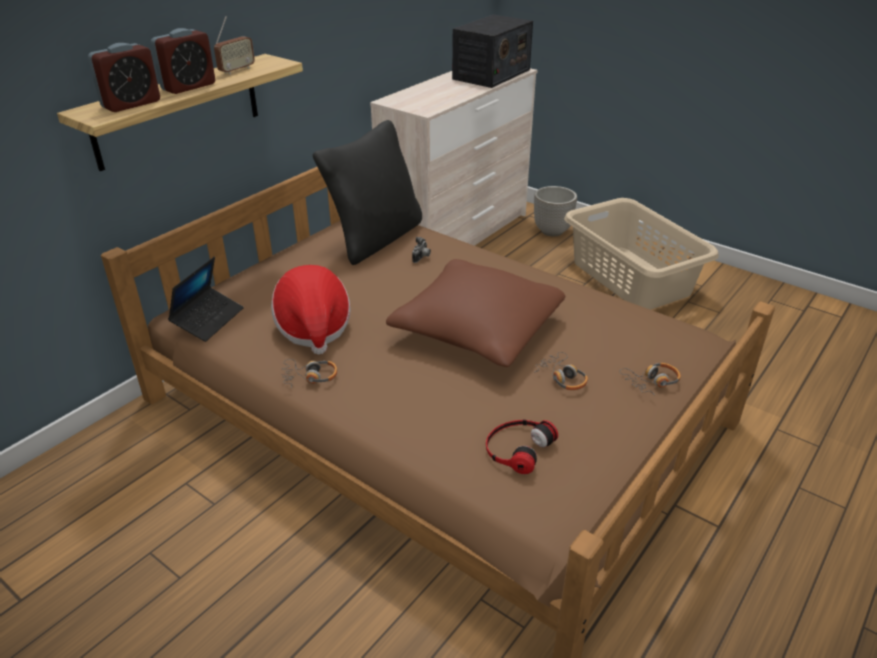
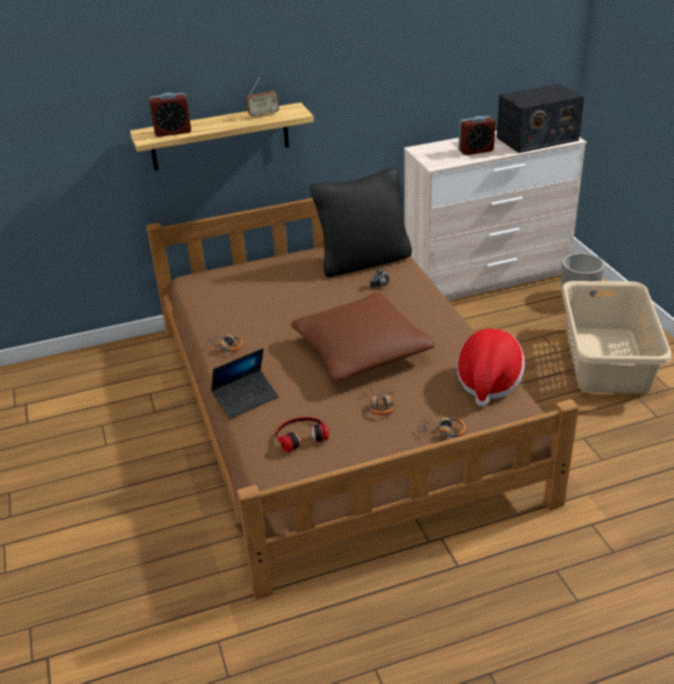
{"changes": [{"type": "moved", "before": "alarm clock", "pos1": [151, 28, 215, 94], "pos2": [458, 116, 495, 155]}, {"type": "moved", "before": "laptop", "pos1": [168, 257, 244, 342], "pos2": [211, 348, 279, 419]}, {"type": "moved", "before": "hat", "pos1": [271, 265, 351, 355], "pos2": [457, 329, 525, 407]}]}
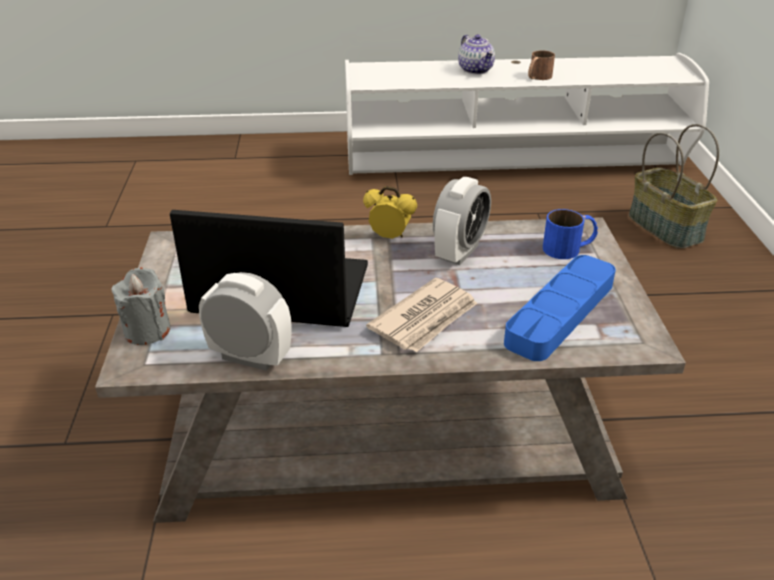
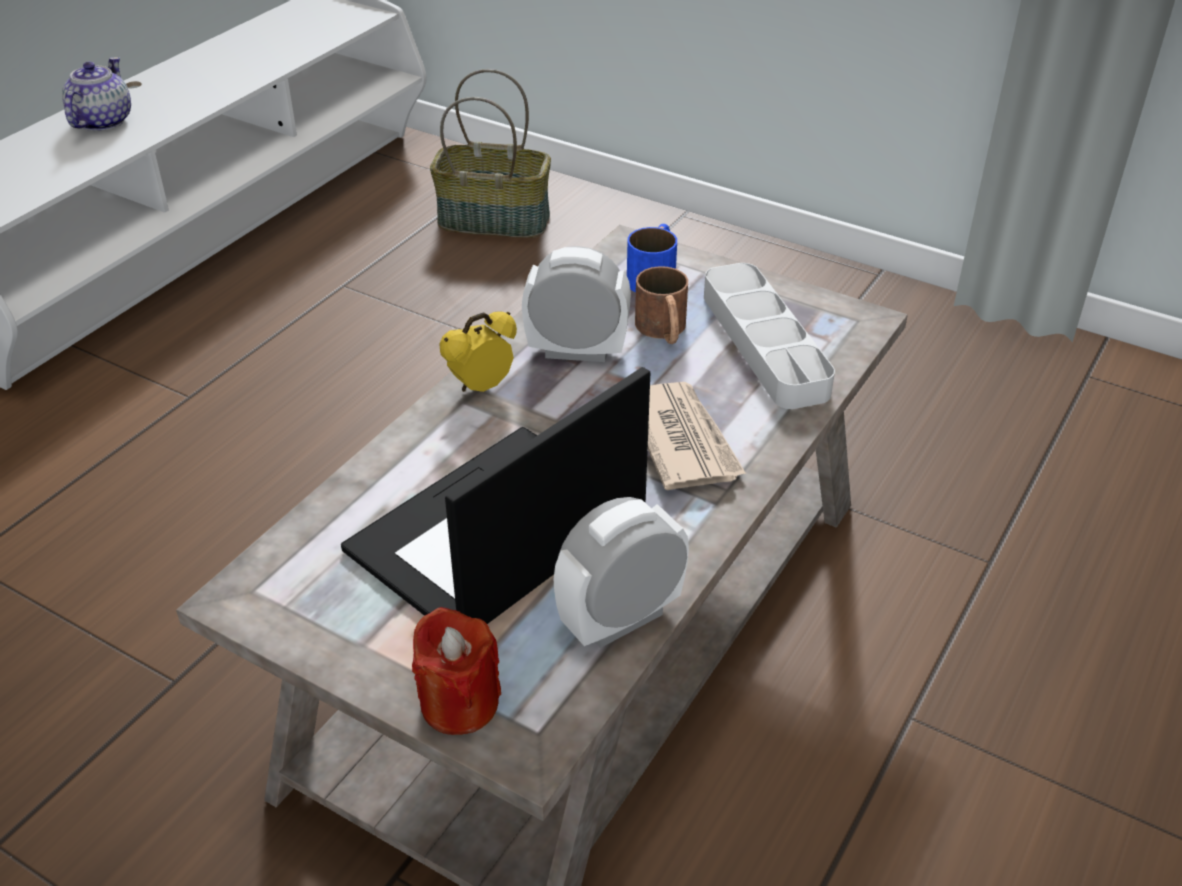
{"changes": [{"type": "moved", "before": "mug (brown)", "pos1": [528, 50, 555, 80], "pos2": [635, 266, 688, 344]}, {"type": "recoloured", "before": "candle (grey)", "after": "candle (red)", "pos1": [111, 267, 171, 345], "pos2": [412, 607, 501, 735]}, {"type": "recoloured", "before": "tray (blue)", "after": "tray (grey)", "pos1": [504, 255, 616, 361], "pos2": [704, 263, 835, 409]}, {"type": "turned", "before": "alarm clock", "pos1": [433, 177, 491, 265], "pos2": [522, 246, 631, 362], "turn": -60}, {"type": "turned", "before": "teapot", "pos1": [458, 34, 495, 74], "pos2": [62, 57, 131, 131], "turn": -90}]}
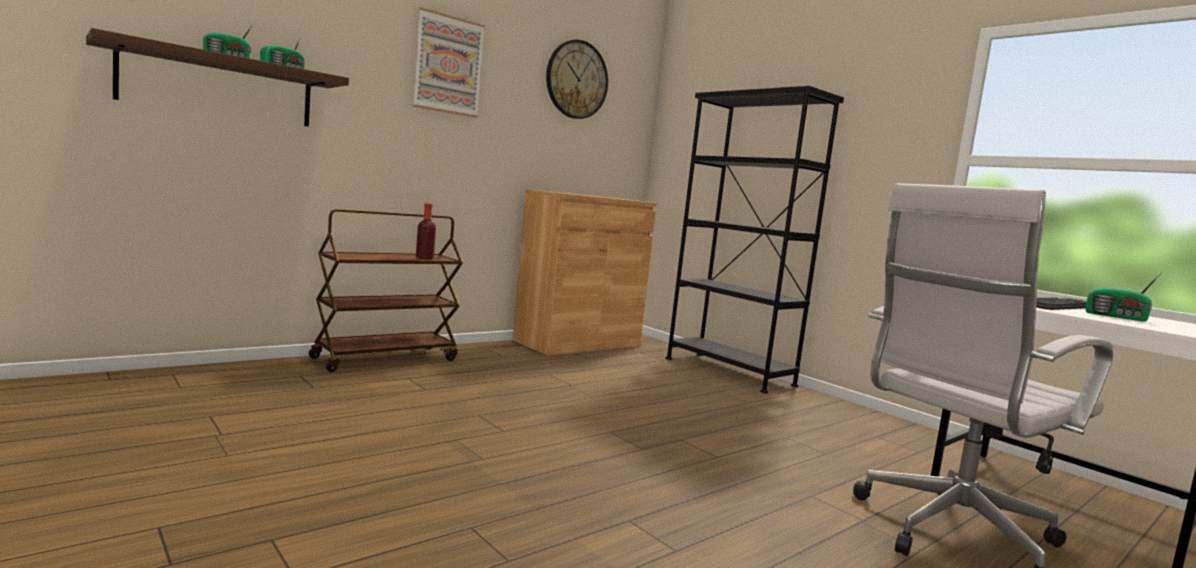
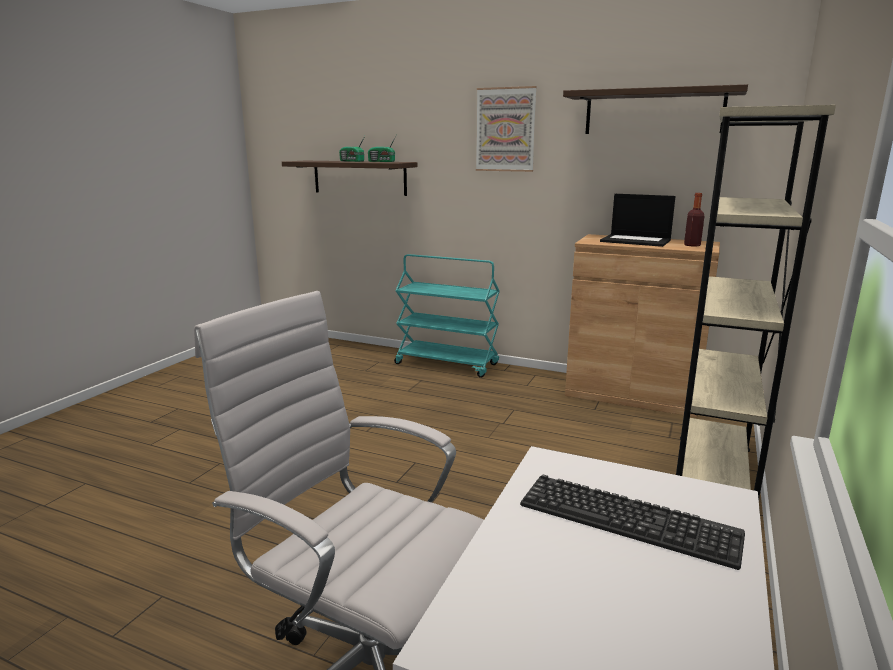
{"changes": [{"type": "removed", "before": "radio", "pos1": [1085, 271, 1163, 322]}, {"type": "added", "after": "laptop", "pos2": [600, 194, 676, 247]}, {"type": "moved", "before": "bottle", "pos1": [416, 203, 436, 260], "pos2": [684, 193, 704, 247]}, {"type": "replaced", "before": "wall clock", "after": "shelf", "pos1": [546, 40, 608, 119], "pos2": [563, 84, 748, 134]}, {"type": "recoloured", "before": "cart (brown)", "after": "cart (turquoise)", "pos1": [309, 209, 463, 372], "pos2": [394, 254, 500, 378]}, {"type": "recoloured", "before": "bookcase (black)", "after": "bookcase (beige)", "pos1": [666, 86, 844, 393], "pos2": [676, 105, 836, 499]}]}
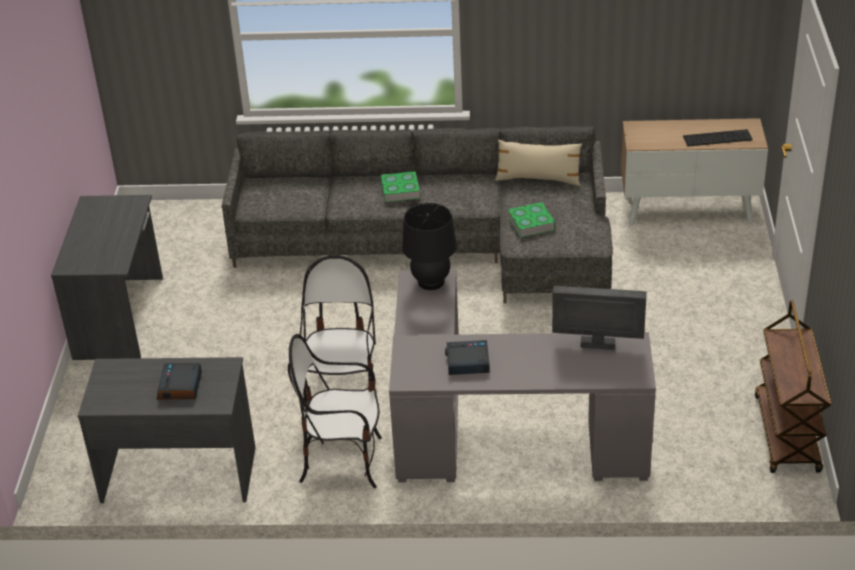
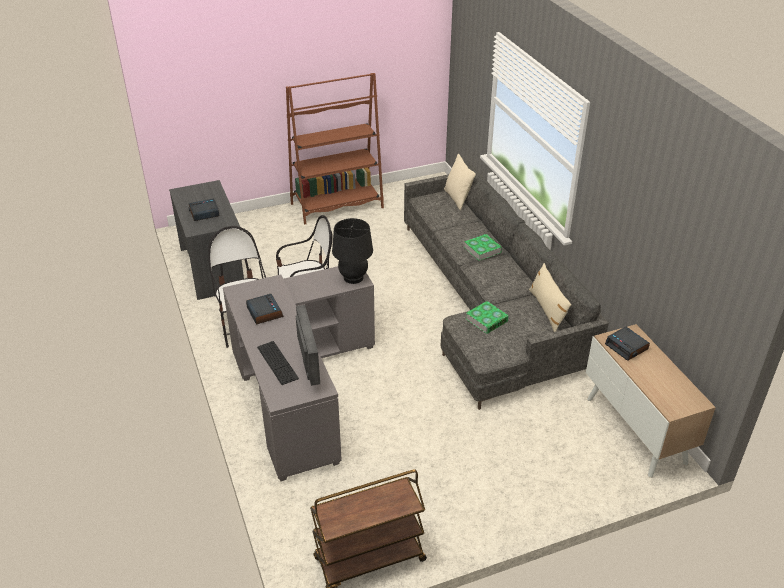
{"changes": [{"type": "added", "after": "pillow (beige)", "pos2": [444, 154, 476, 210]}, {"type": "added", "after": "alarm clock", "pos2": [605, 327, 650, 361]}, {"type": "moved", "before": "keyboard", "pos1": [683, 129, 753, 147], "pos2": [257, 341, 299, 385]}, {"type": "replaced", "before": "desk (grey)", "after": "bookcase (brown)", "pos1": [51, 195, 163, 360], "pos2": [286, 73, 384, 224]}]}
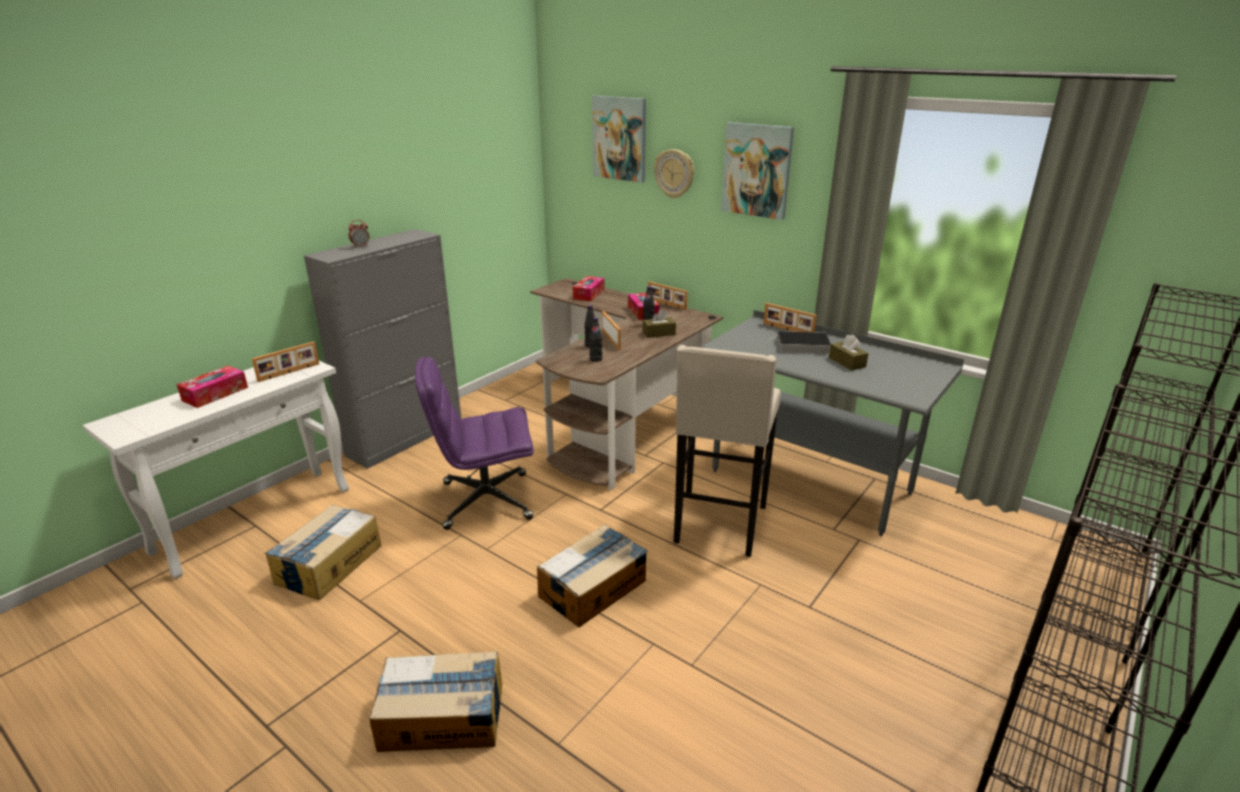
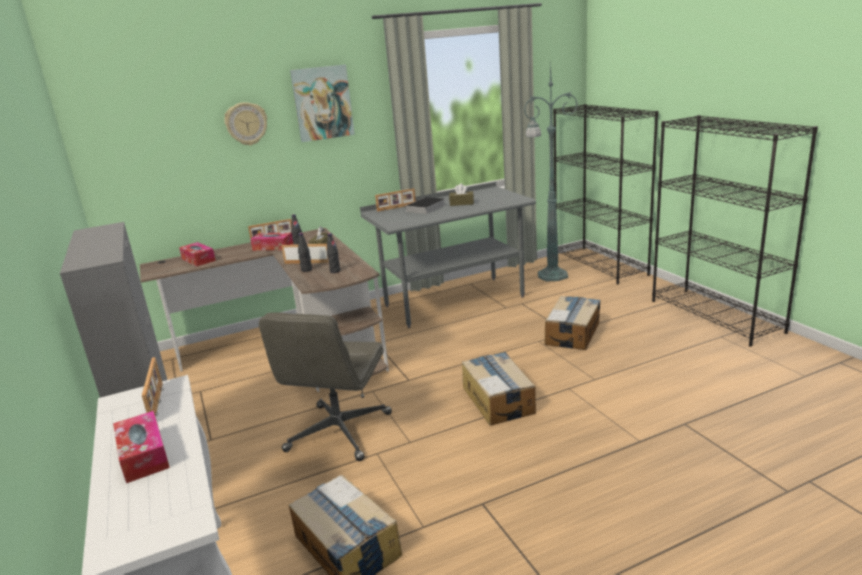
{"changes": [{"type": "removed", "before": "alarm clock", "pos1": [348, 220, 369, 248]}, {"type": "removed", "before": "picture", "pos1": [592, 95, 646, 183]}, {"type": "removed", "before": "stool (beige)", "pos1": [674, 345, 781, 557]}, {"type": "added", "after": "floor lamp (green)", "pos2": [524, 59, 578, 281]}, {"type": "moved", "before": "cardboard box", "pos1": [369, 651, 502, 752], "pos2": [545, 296, 600, 350]}, {"type": "recoloured", "before": "office chair (purple)", "after": "office chair (grey)", "pos1": [415, 357, 534, 530], "pos2": [259, 312, 392, 461]}]}
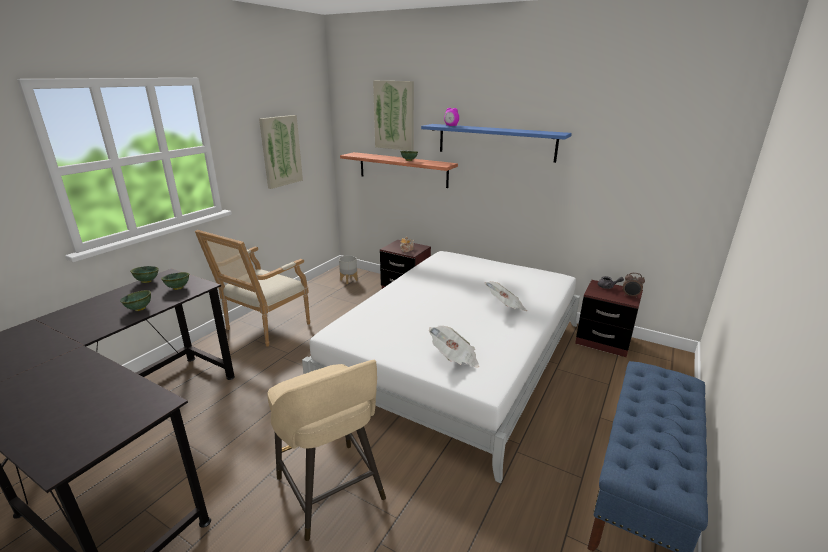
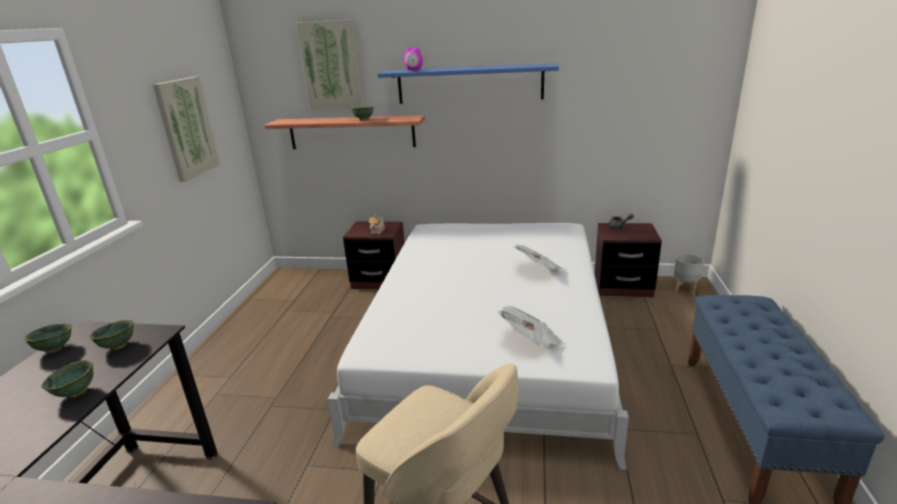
{"changes": [{"type": "removed", "before": "armchair", "pos1": [195, 230, 310, 347]}, {"type": "removed", "before": "alarm clock", "pos1": [623, 272, 645, 298]}, {"type": "moved", "before": "planter (grey)", "pos1": [339, 255, 358, 284], "pos2": [674, 253, 704, 295]}]}
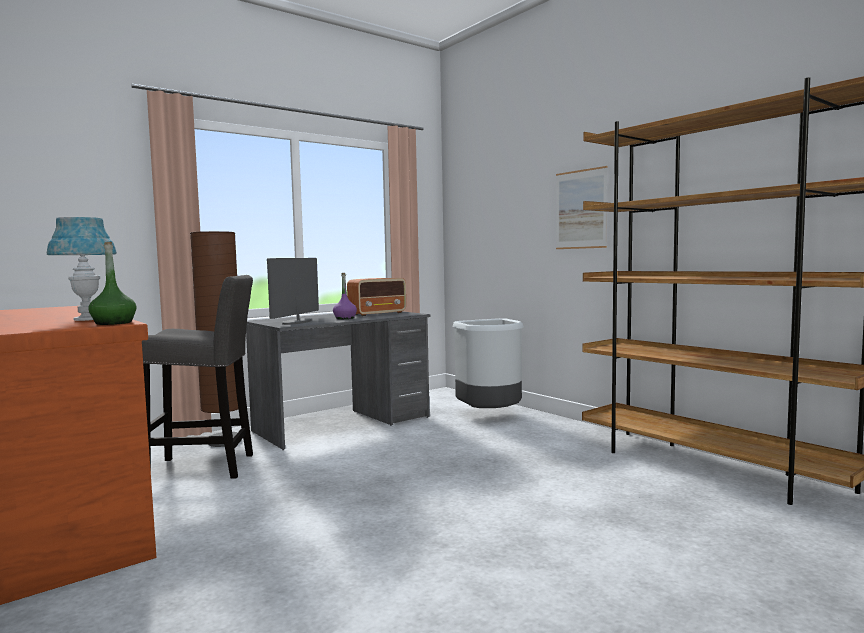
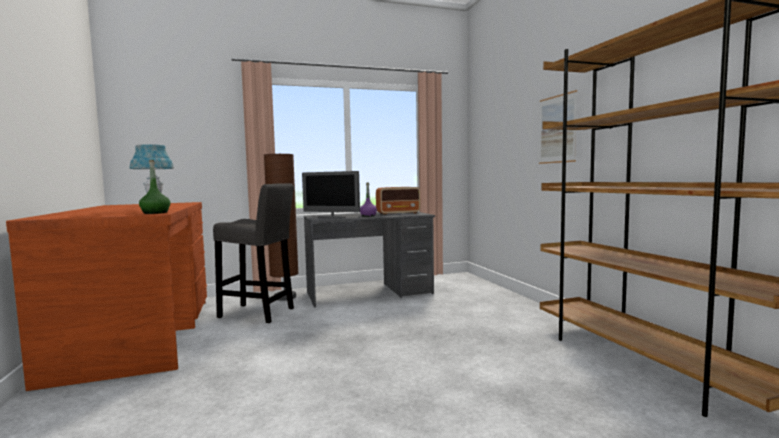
{"changes": [{"type": "removed", "before": "trash can (grey)", "pos1": [452, 318, 524, 408]}, {"type": "turned", "before": "monitor", "pos1": [267, 258, 319, 325], "pos2": [302, 171, 360, 218], "turn": -105}]}
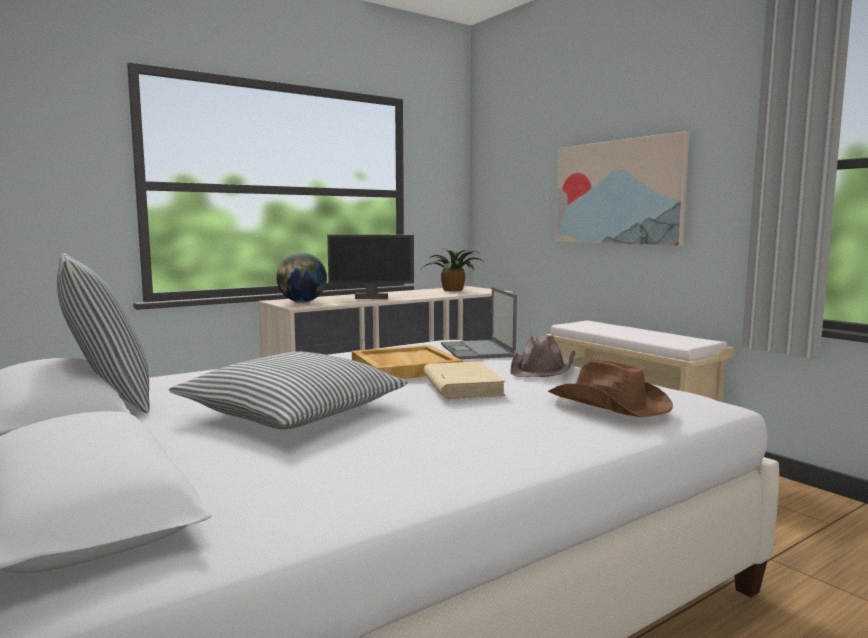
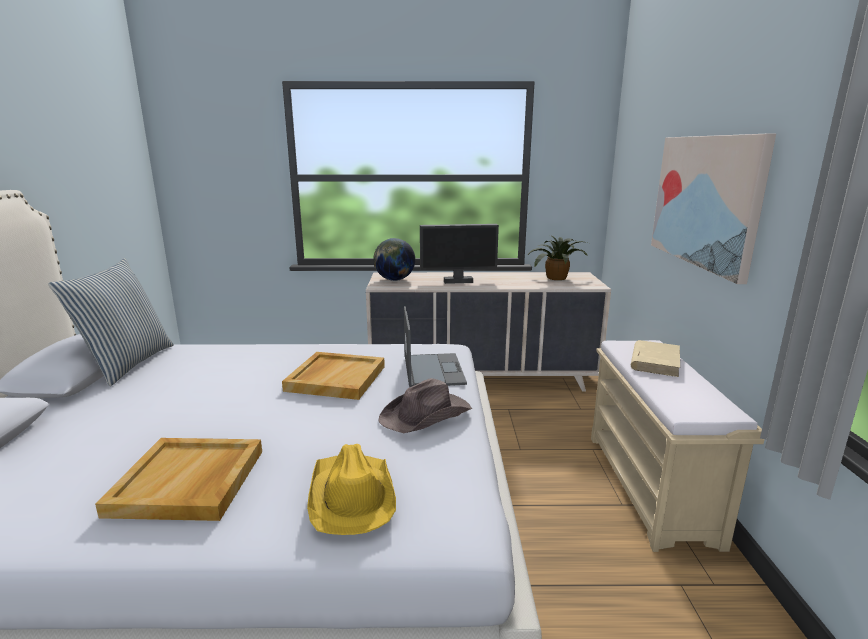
{"changes": [{"type": "removed", "before": "pillow", "pos1": [169, 351, 407, 429]}, {"type": "added", "after": "tray (beige)", "pos2": [95, 438, 262, 521]}, {"type": "moved", "before": "book (beige)", "pos1": [423, 361, 506, 399], "pos2": [631, 340, 680, 377]}, {"type": "recoloured", "before": "hat (brown)", "after": "hat (yellow)", "pos1": [548, 359, 673, 417], "pos2": [307, 444, 396, 535]}, {"type": "turned", "before": "monitor", "pos1": [327, 235, 414, 299], "pos2": [420, 224, 499, 284], "turn": -45}, {"type": "turned", "before": "laptop", "pos1": [441, 287, 517, 359], "pos2": [404, 306, 467, 388], "turn": 150}]}
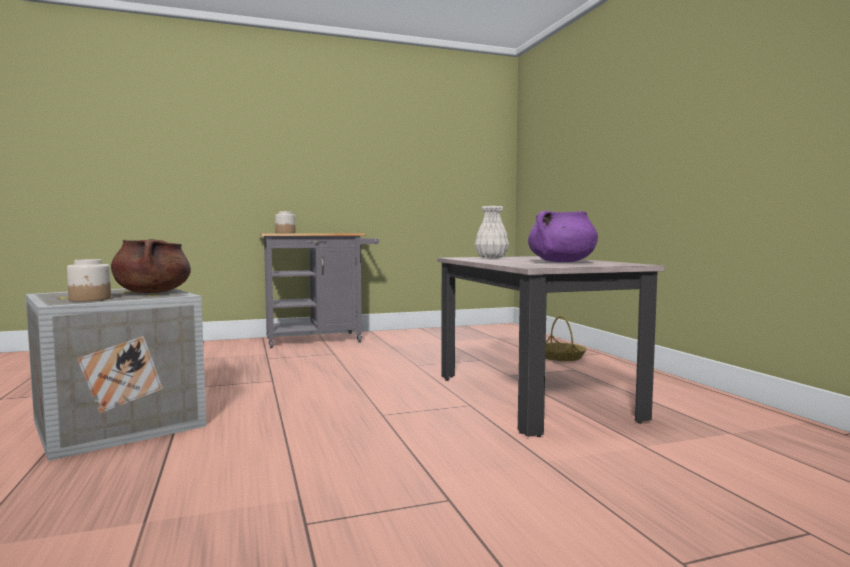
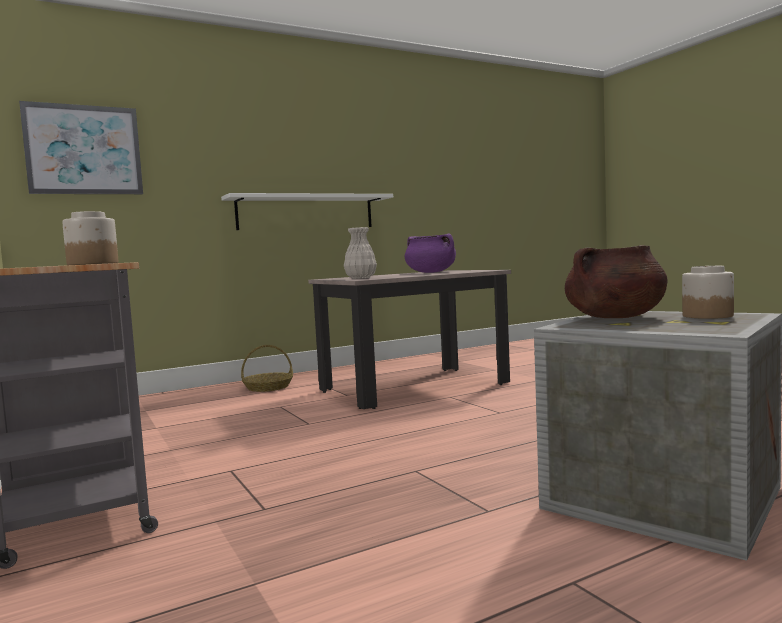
{"changes": [{"type": "added", "after": "picture", "pos2": [19, 101, 143, 194]}, {"type": "added", "after": "shelf (white)", "pos2": [221, 193, 393, 230]}]}
